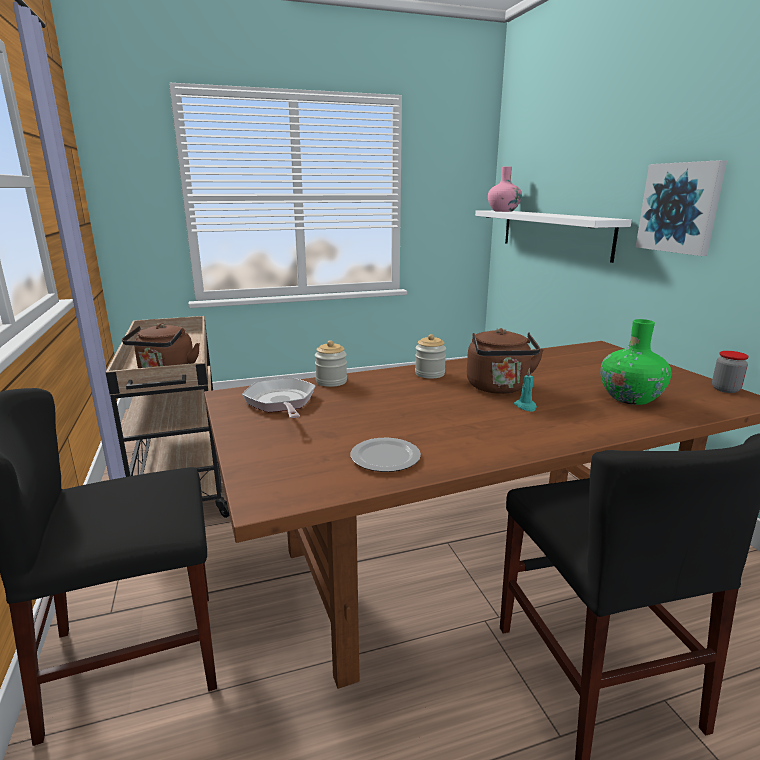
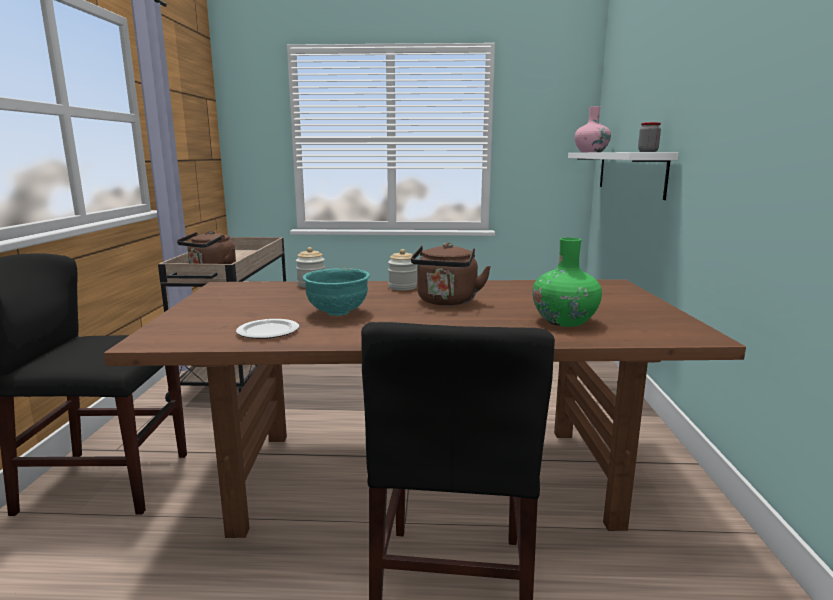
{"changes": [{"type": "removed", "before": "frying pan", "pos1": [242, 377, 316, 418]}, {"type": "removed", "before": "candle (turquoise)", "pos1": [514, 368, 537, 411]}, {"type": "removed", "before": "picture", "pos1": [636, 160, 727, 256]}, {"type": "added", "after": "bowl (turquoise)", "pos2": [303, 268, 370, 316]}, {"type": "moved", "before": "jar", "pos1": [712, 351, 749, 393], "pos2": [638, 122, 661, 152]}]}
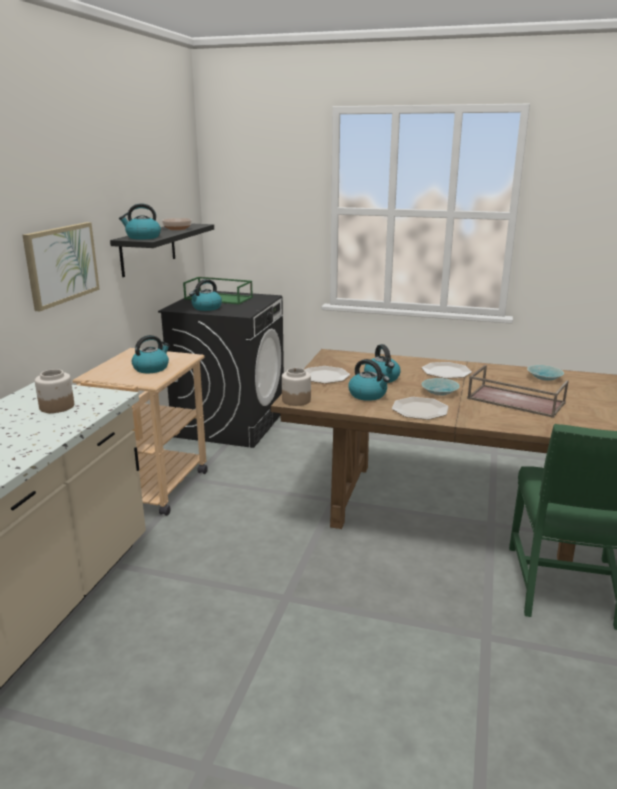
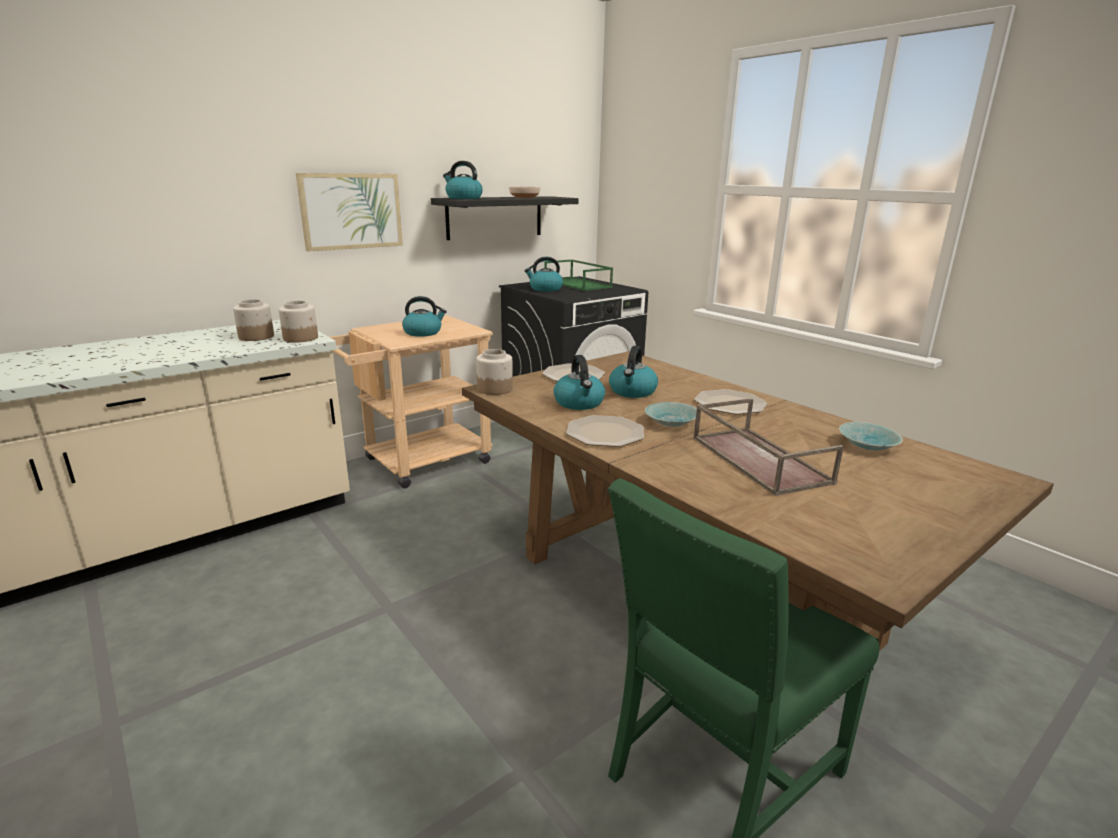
{"changes": [{"type": "added", "after": "jar", "pos2": [279, 301, 318, 343]}]}
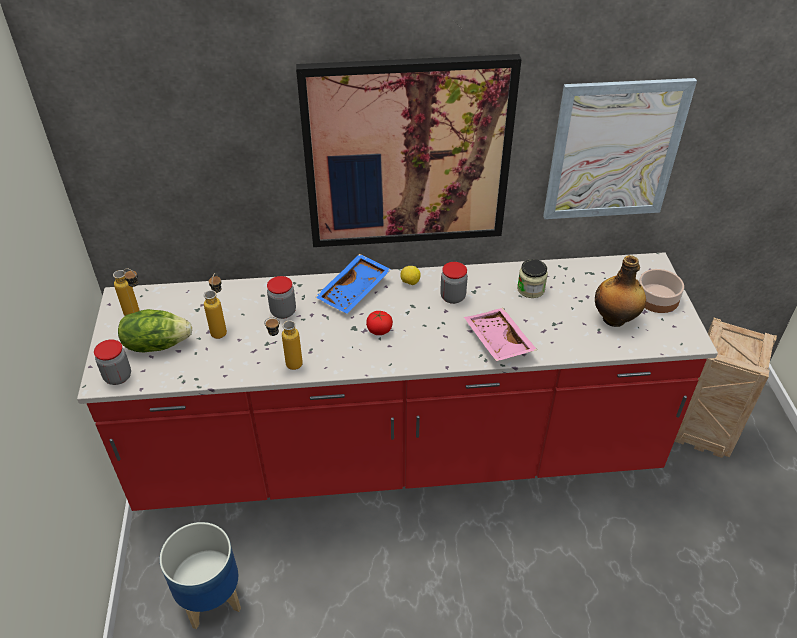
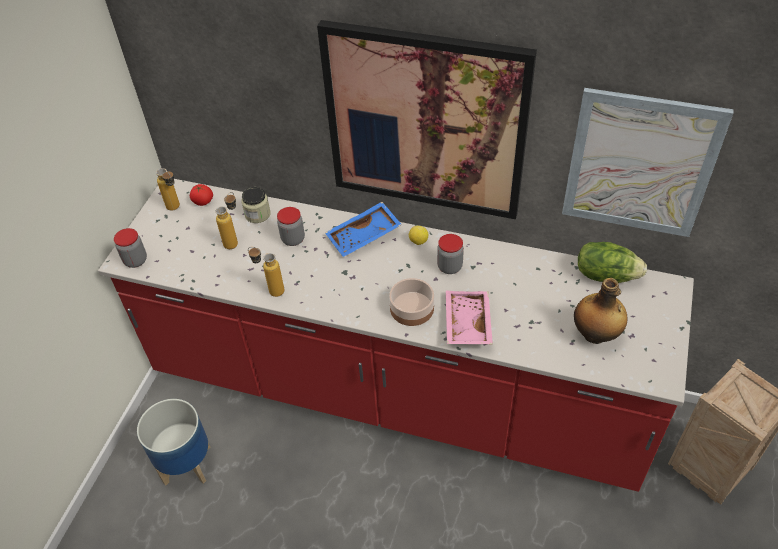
{"changes": [{"type": "moved", "before": "lettuce", "pos1": [118, 309, 192, 352], "pos2": [578, 242, 647, 283]}, {"type": "moved", "before": "tomato", "pos1": [366, 311, 393, 335], "pos2": [190, 184, 213, 206]}, {"type": "moved", "before": "jar", "pos1": [517, 259, 548, 298], "pos2": [241, 187, 271, 223]}, {"type": "moved", "before": "bowl", "pos1": [639, 269, 684, 313], "pos2": [389, 278, 434, 326]}]}
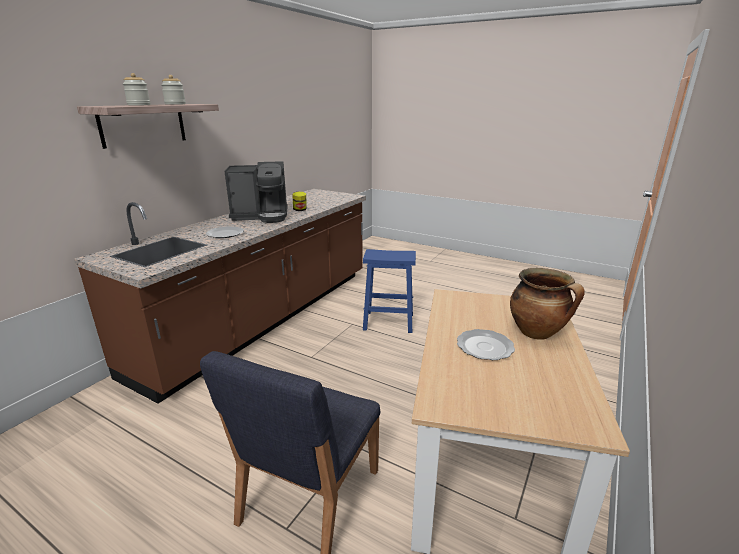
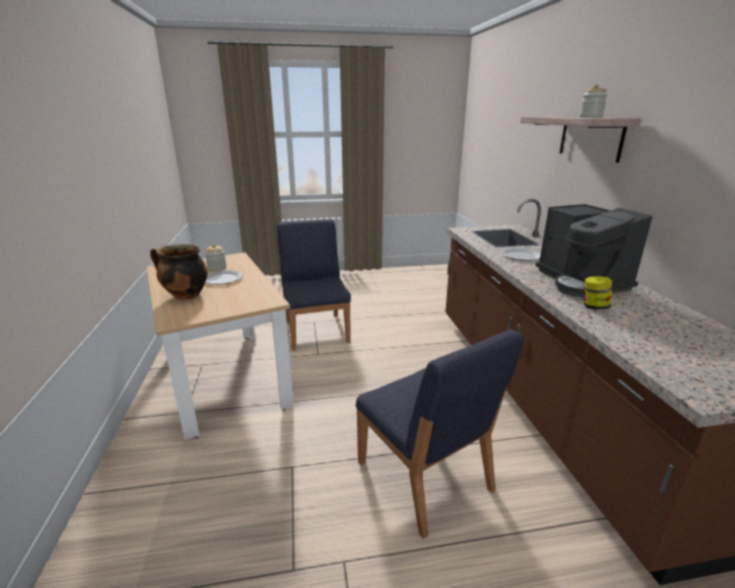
{"changes": [{"type": "moved", "before": "jar", "pos1": [123, 73, 151, 105], "pos2": [205, 244, 226, 271]}, {"type": "replaced", "before": "stool (blue)", "after": "chair (blue)", "pos1": [363, 249, 416, 333], "pos2": [356, 330, 524, 539]}, {"type": "turned", "before": "coffee machine", "pos1": [224, 161, 288, 223], "pos2": [536, 204, 653, 297], "turn": -60}]}
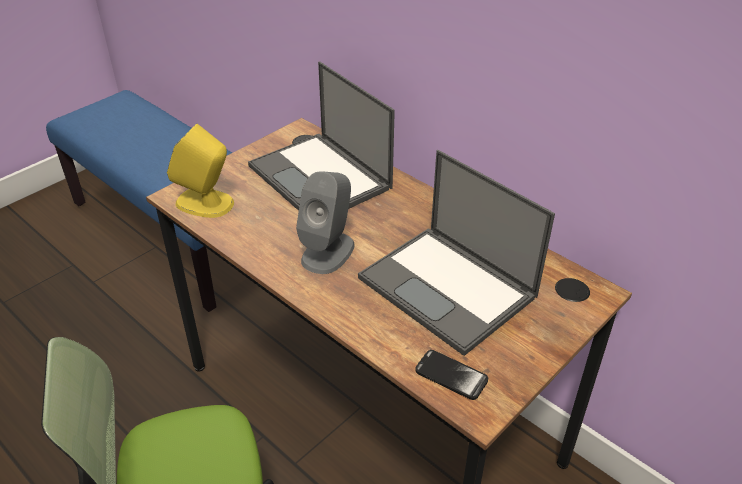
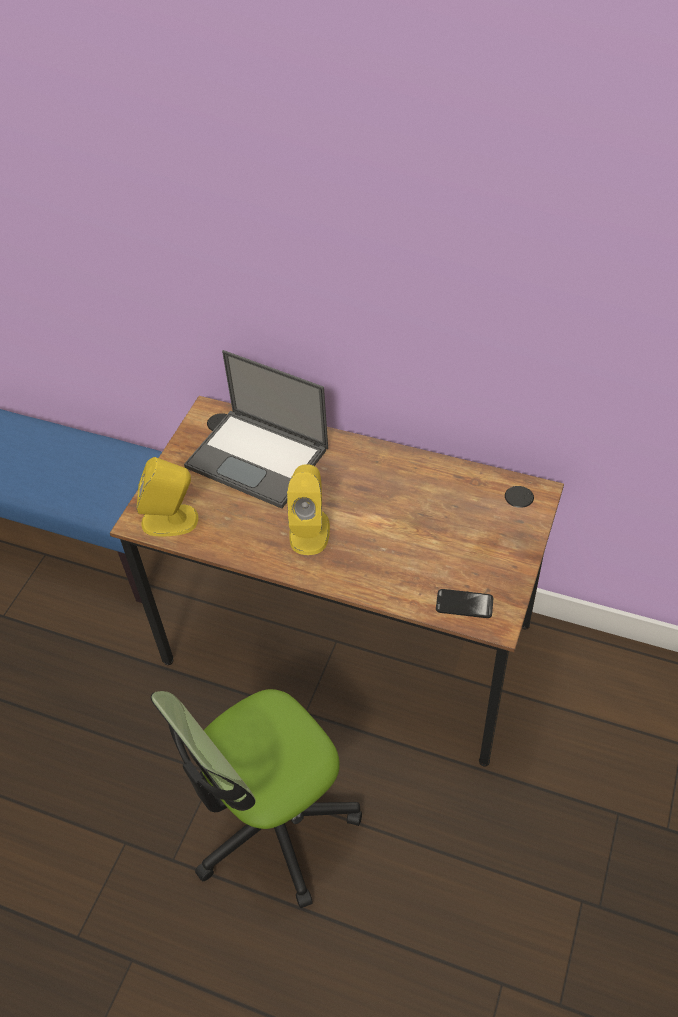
{"changes": [{"type": "removed", "before": "laptop", "pos1": [358, 150, 555, 356]}, {"type": "recoloured", "before": "speaker (grey)", "after": "speaker (yellow)", "pos1": [296, 171, 355, 274], "pos2": [287, 464, 330, 555]}]}
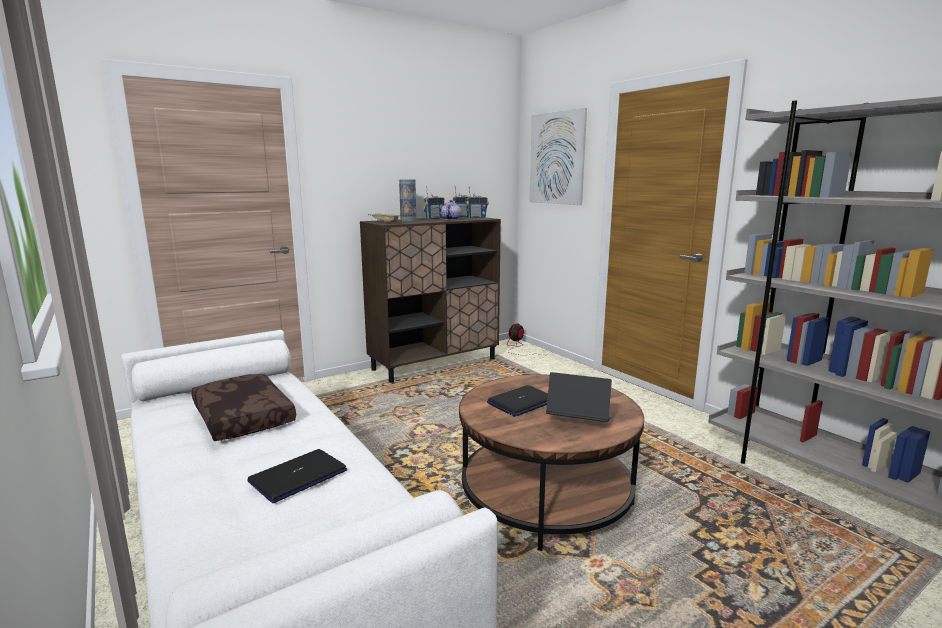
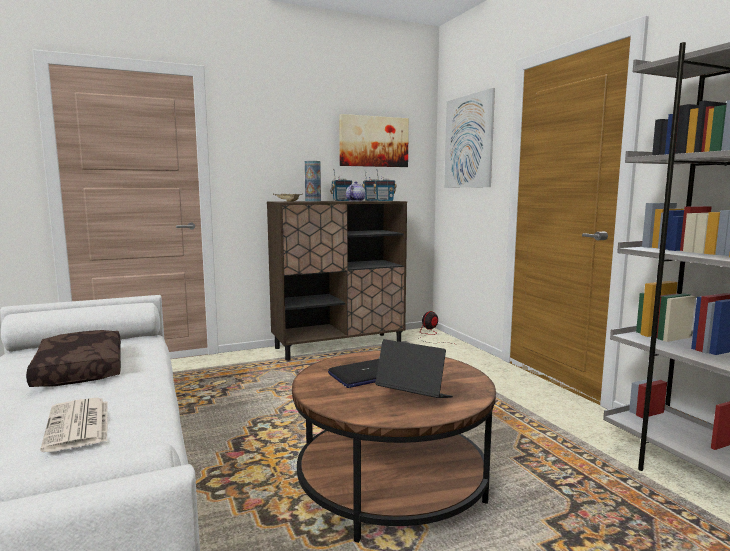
{"changes": [{"type": "added", "after": "picture", "pos2": [339, 114, 409, 167]}, {"type": "replaced", "before": "laptop", "after": "newspaper", "pos1": [247, 449, 347, 503], "pos2": [40, 398, 107, 452]}]}
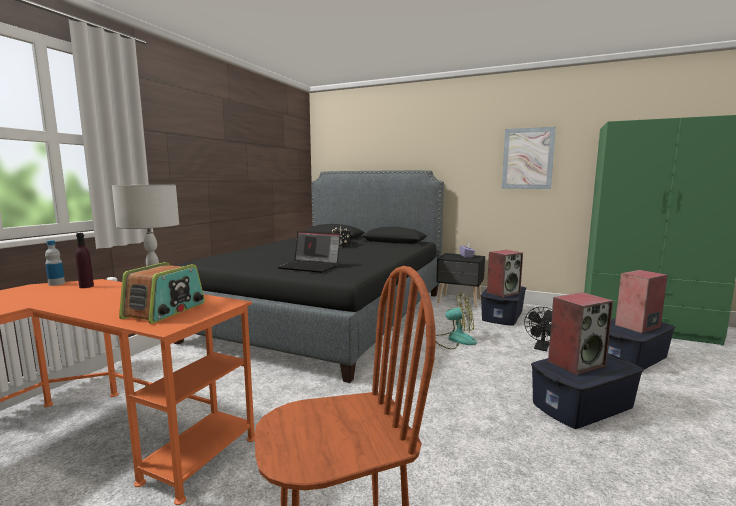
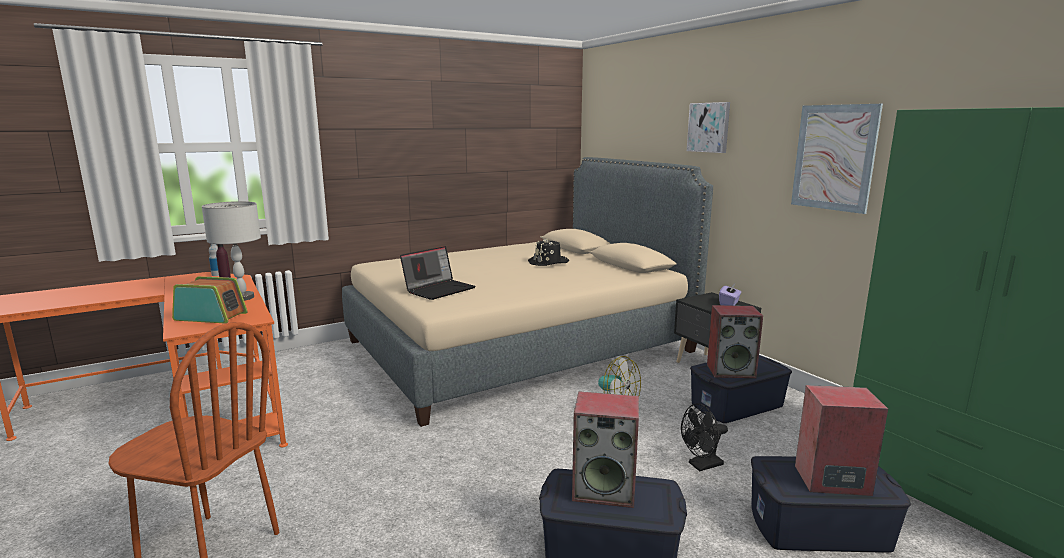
{"changes": [{"type": "added", "after": "picture", "pos2": [687, 102, 730, 153]}, {"type": "recoloured", "before": "bed (black)", "after": "bed (beige)", "pos1": [174, 170, 444, 383], "pos2": [342, 157, 713, 427]}, {"type": "turned", "before": "radio", "pos1": [119, 262, 205, 324], "pos2": [172, 276, 247, 323], "turn": -135}, {"type": "turned", "before": "laptop", "pos1": [278, 231, 341, 273], "pos2": [400, 246, 476, 300], "turn": -105}]}
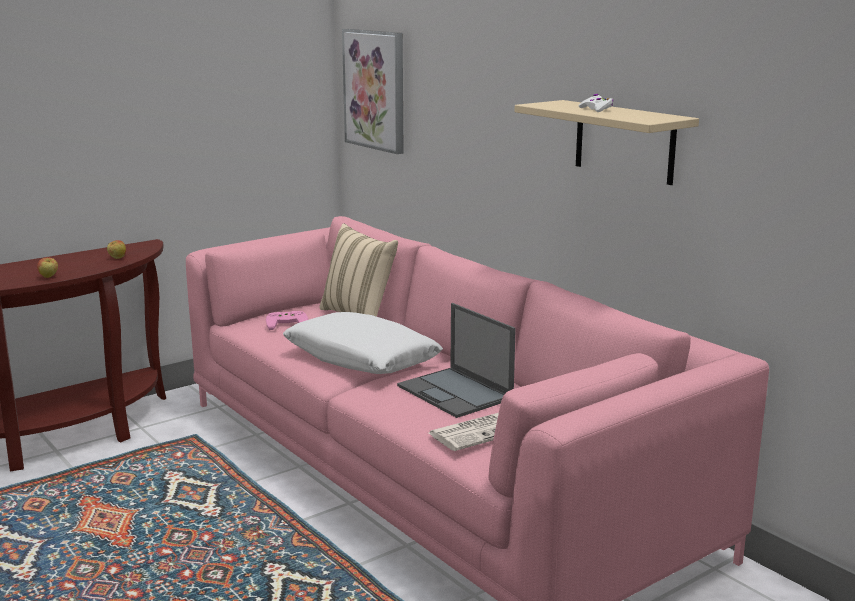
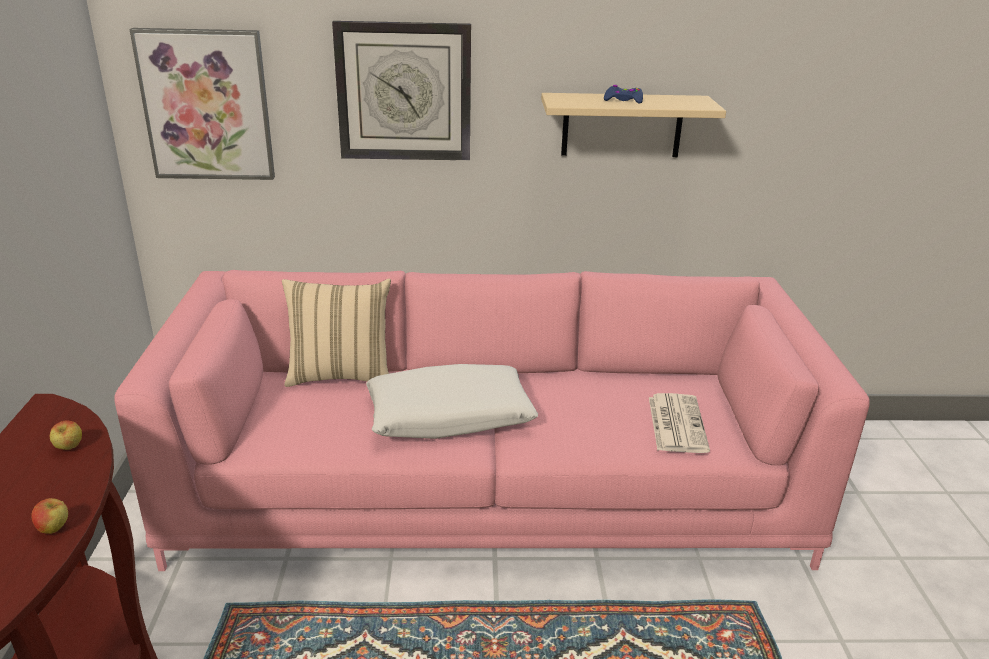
{"changes": [{"type": "removed", "before": "game controller (pink)", "pos1": [266, 311, 308, 330]}, {"type": "removed", "before": "laptop", "pos1": [397, 303, 516, 418]}, {"type": "added", "after": "wall clock", "pos2": [332, 21, 471, 160]}, {"type": "recoloured", "before": "game controller (white)", "after": "game controller (blue)", "pos1": [578, 94, 613, 112], "pos2": [604, 85, 643, 104]}]}
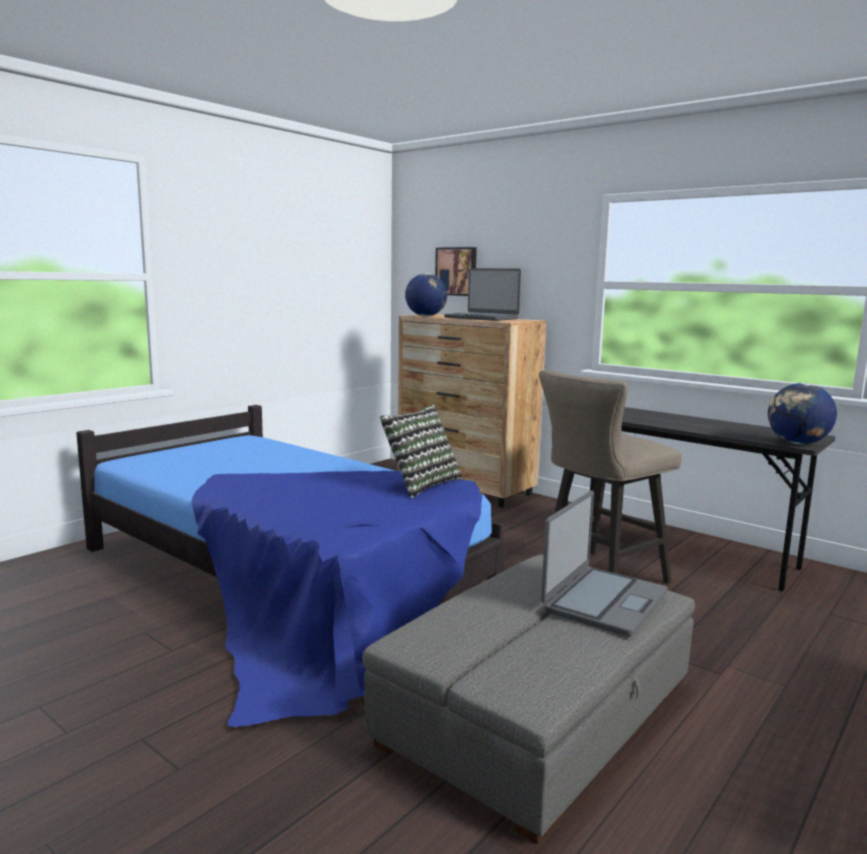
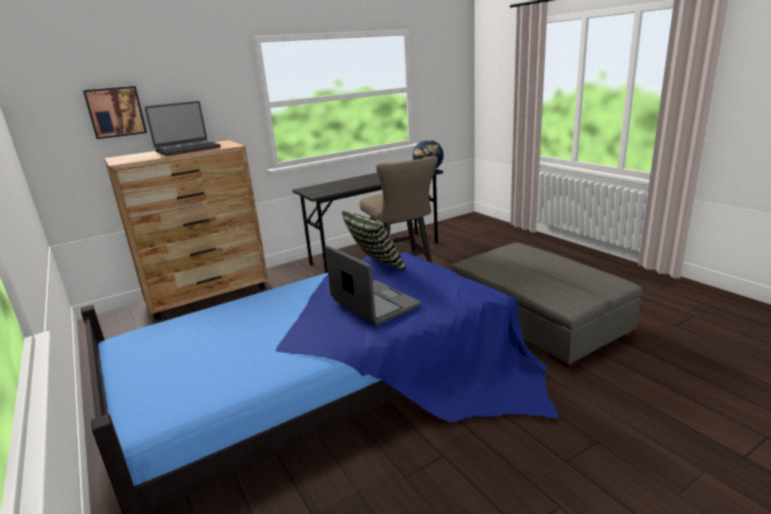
{"changes": [{"type": "removed", "before": "globe", "pos1": [405, 273, 447, 316]}, {"type": "moved", "before": "laptop", "pos1": [541, 491, 668, 637], "pos2": [325, 245, 421, 325]}]}
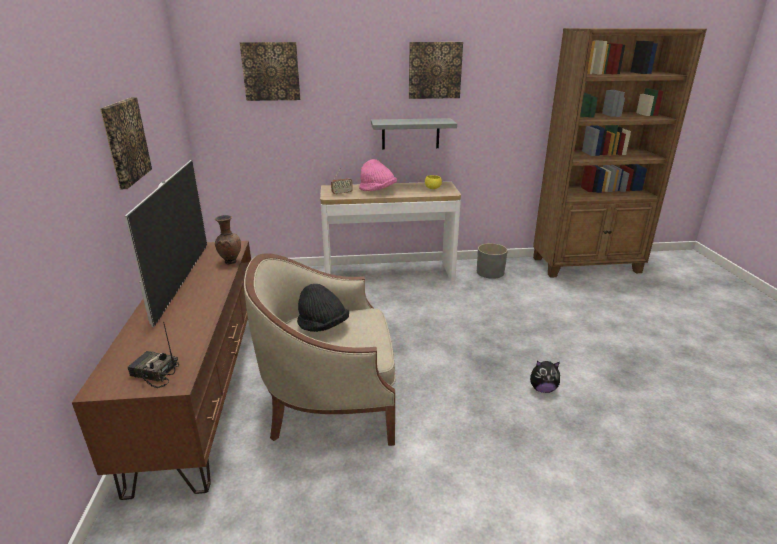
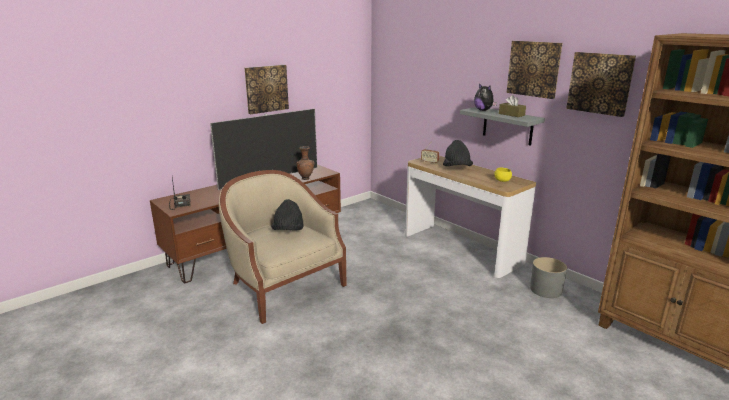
{"changes": [{"type": "added", "after": "tissue box (brown)", "pos2": [499, 95, 526, 117]}, {"type": "moved", "before": "picture", "pos1": [240, 42, 300, 101], "pos2": [566, 52, 636, 117]}, {"type": "moved", "before": "plush toy", "pos1": [530, 361, 560, 393], "pos2": [474, 83, 497, 111]}, {"type": "recoloured", "before": "hat (pink)", "after": "hat (black)", "pos1": [359, 159, 397, 191], "pos2": [443, 140, 473, 166]}]}
